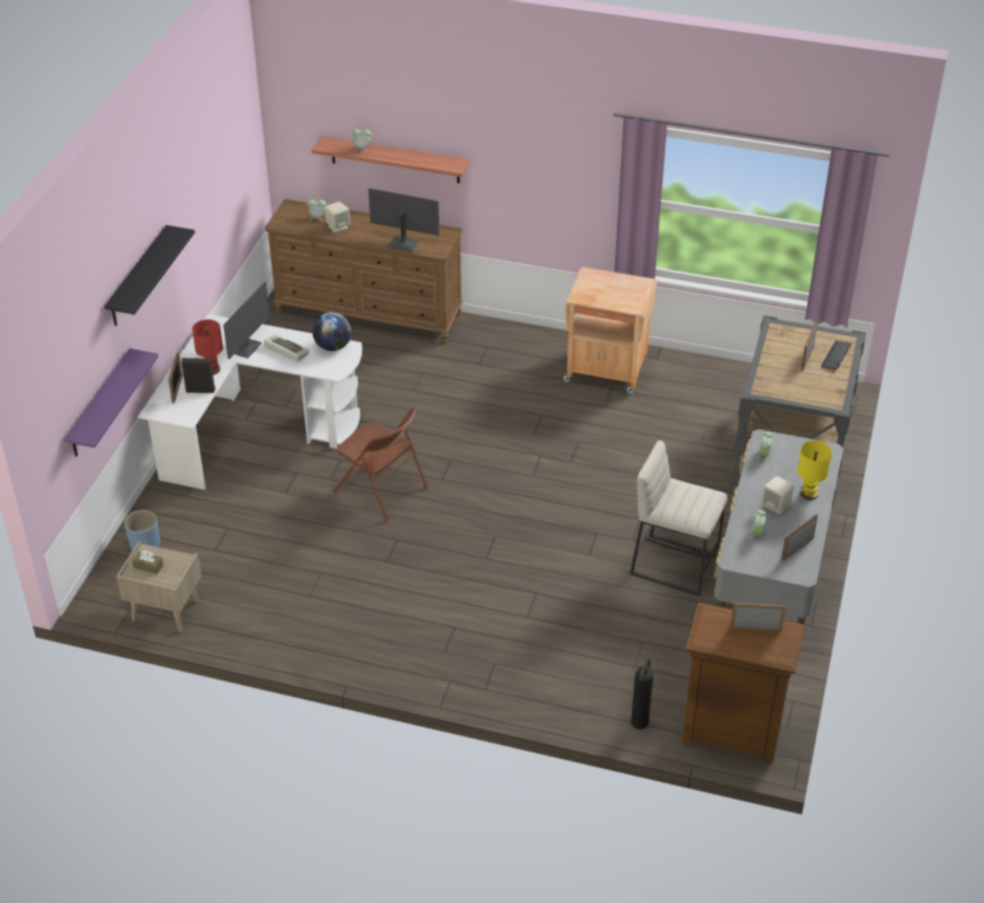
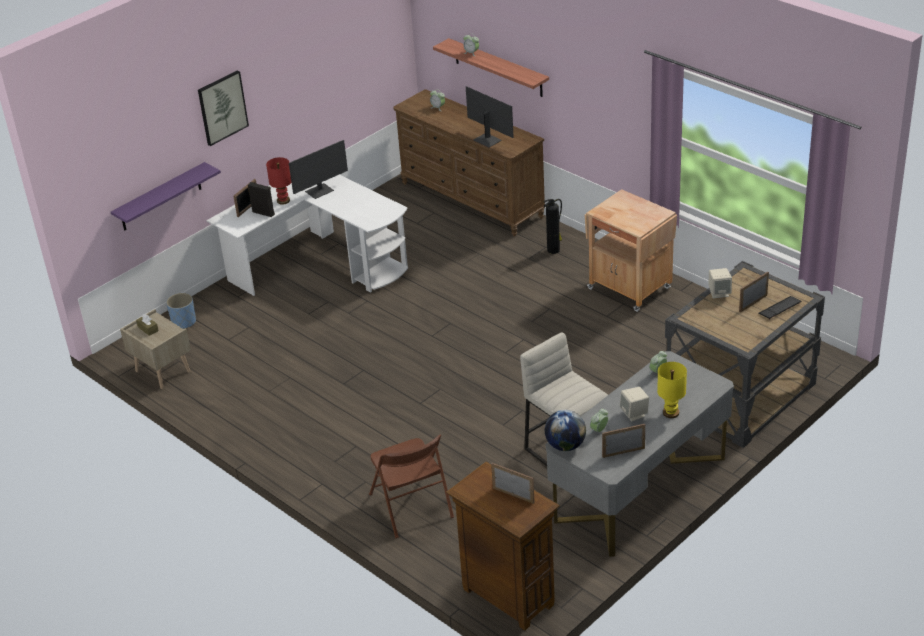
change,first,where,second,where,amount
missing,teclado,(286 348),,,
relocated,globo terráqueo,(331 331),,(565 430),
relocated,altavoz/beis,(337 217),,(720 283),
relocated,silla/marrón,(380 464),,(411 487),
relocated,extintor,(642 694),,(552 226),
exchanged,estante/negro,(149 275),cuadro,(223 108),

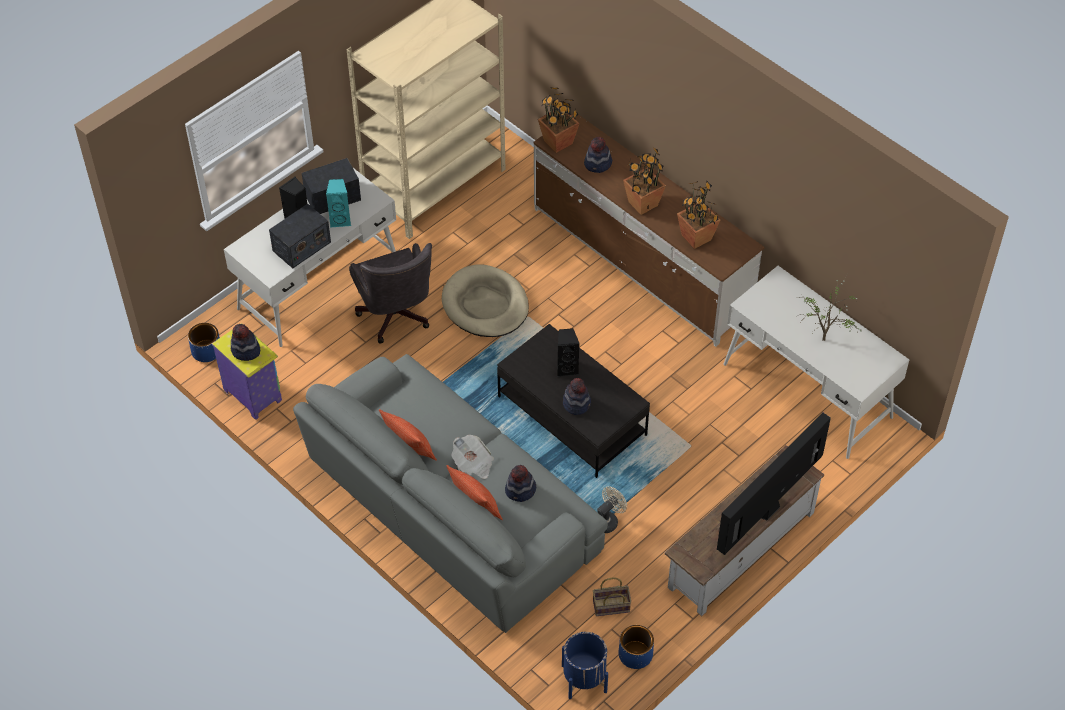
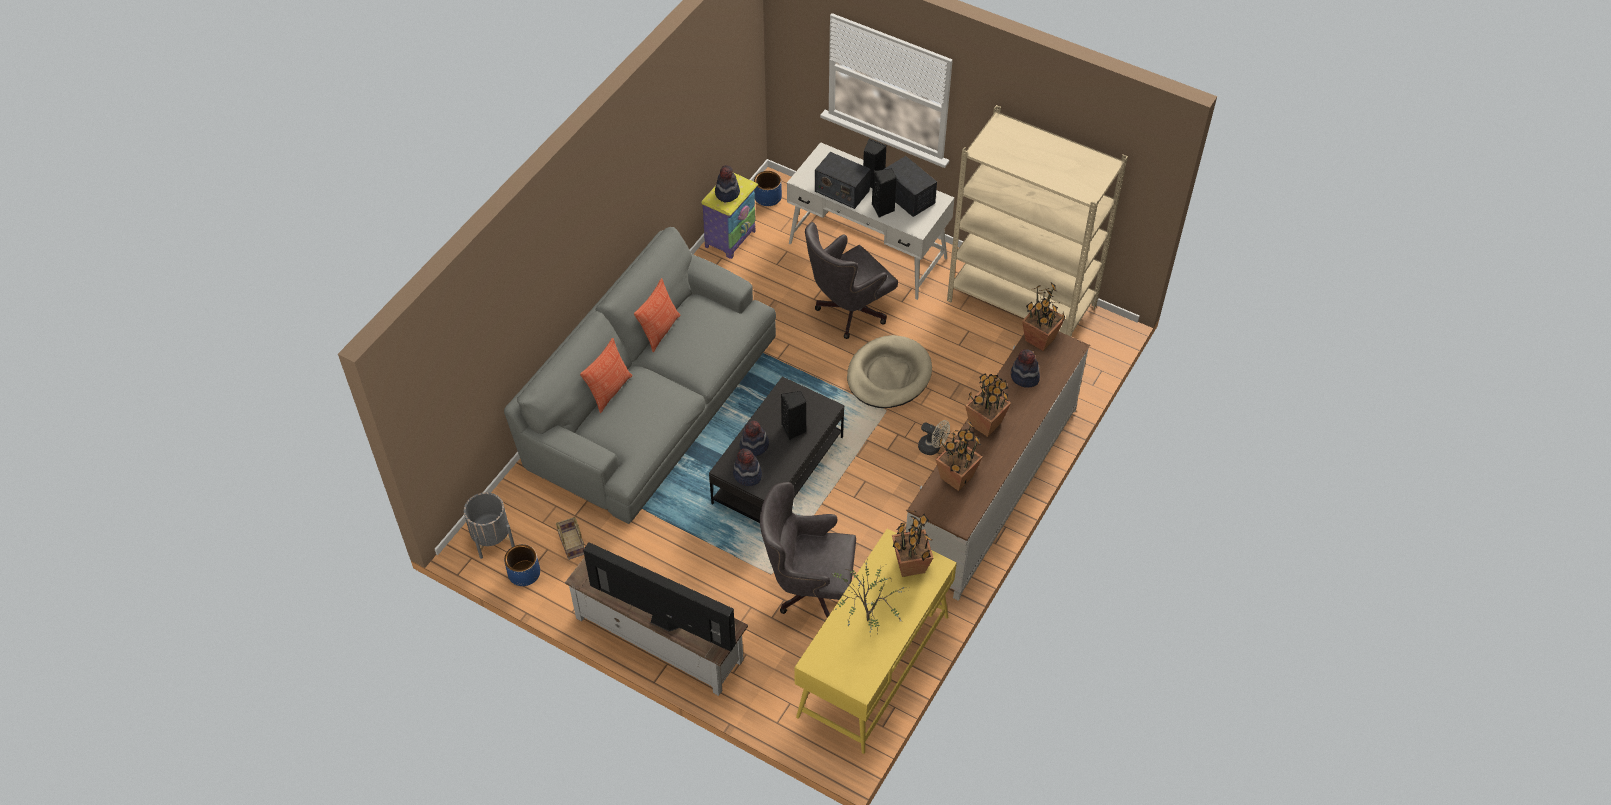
change,first,where,second,where,amount
missing,periódico,(472 457),,,
appeared,,,silla de oficina/gris,(808 551),
appeared,,,planta en maceta,(912 543),
relocated,sombrero,(520 483),,(747 467),
relocated,ventilador/beis,(612 509),,(934 437),
colour,altavoz/turquesa,(338 203),altavoz/negro,(884 193),
colour,maceta/azul,(585 665),maceta/gris,(489 525),
colour,escritorio/blanco,(816 362),escritorio/amarillo,(875 641),

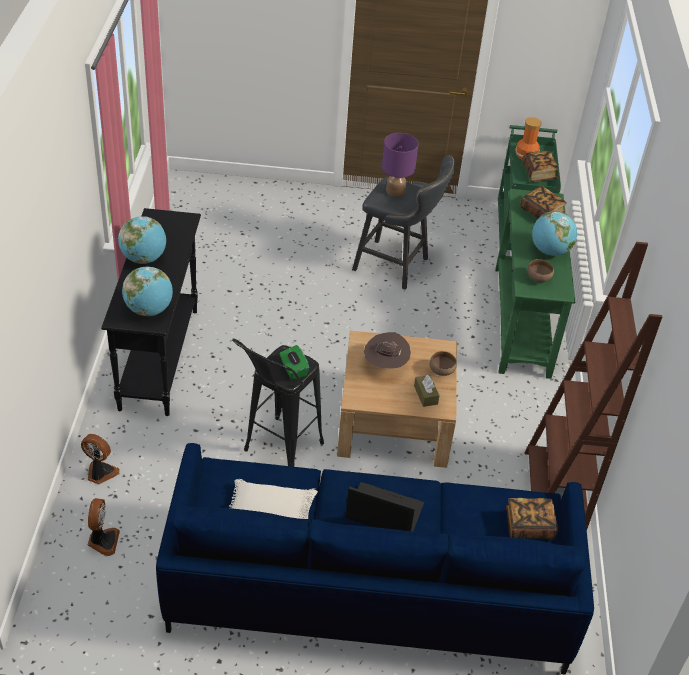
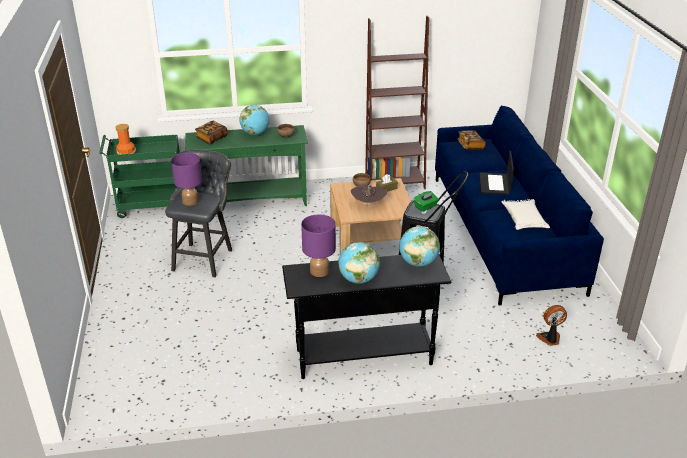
change,first,where,second,where,amount
missing,ventilador,(100 459),,,
missing,libro,(540 166),,,
appeared,,,lámpara de mesa/morado,(318 246),

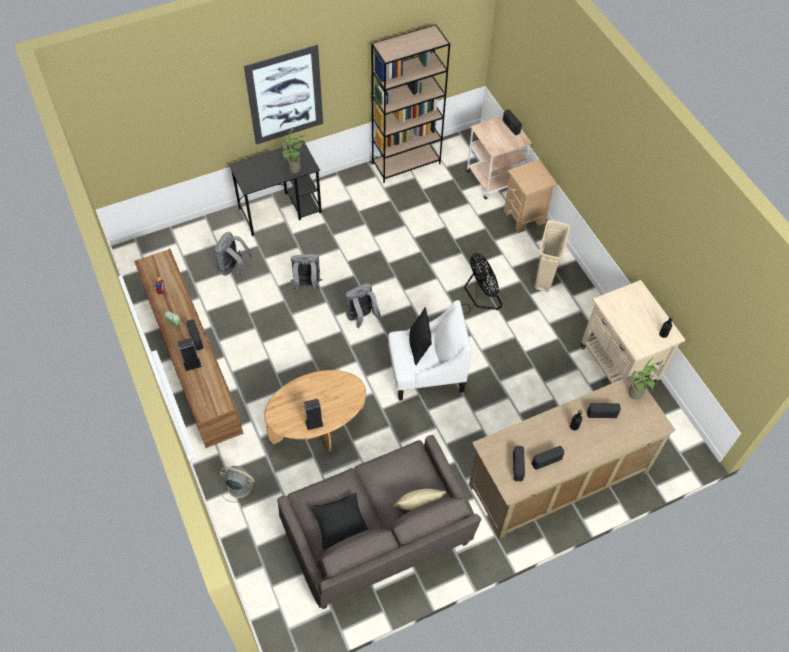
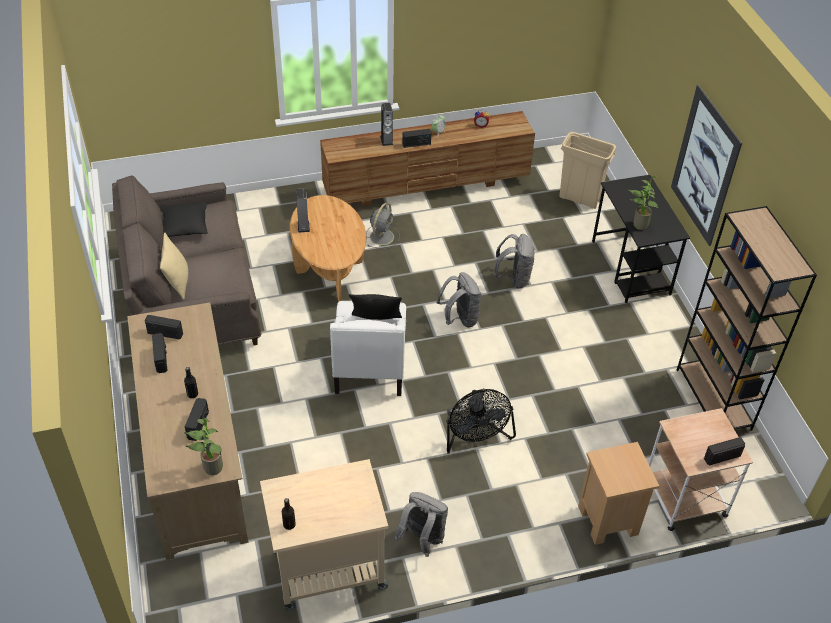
change,first,where,second,where,amount
relocated,mochila/gris,(233 253),,(421 524),
relocated,ventilador/gris,(238 484),,(383 226),
relocated,papelera/beis,(552 256),,(587 170),

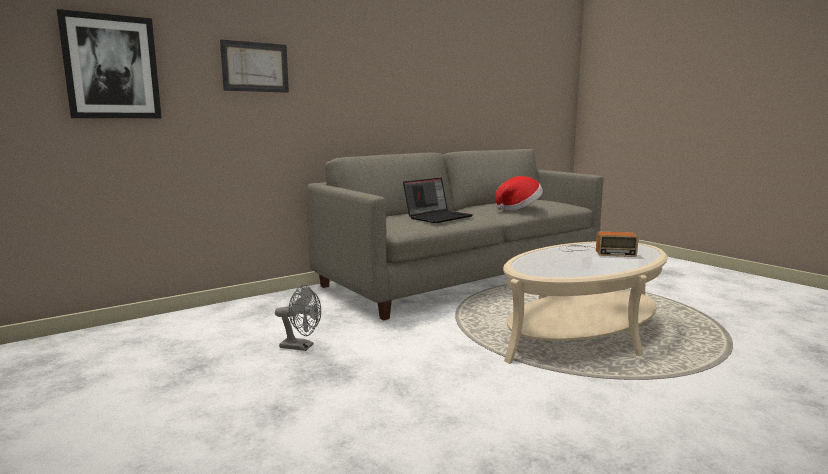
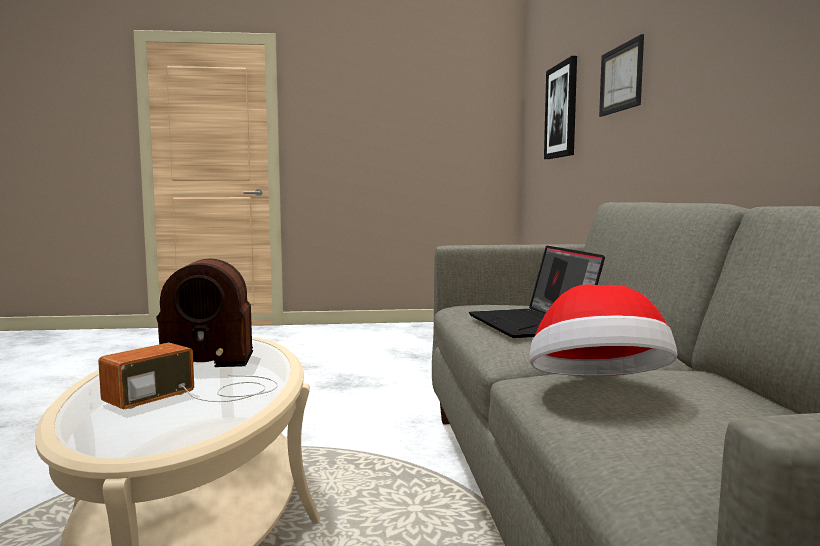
change,first,where,second,where,amount
missing,ventilador/gris,(298 318),,,
appeared,,,radio,(204 313),

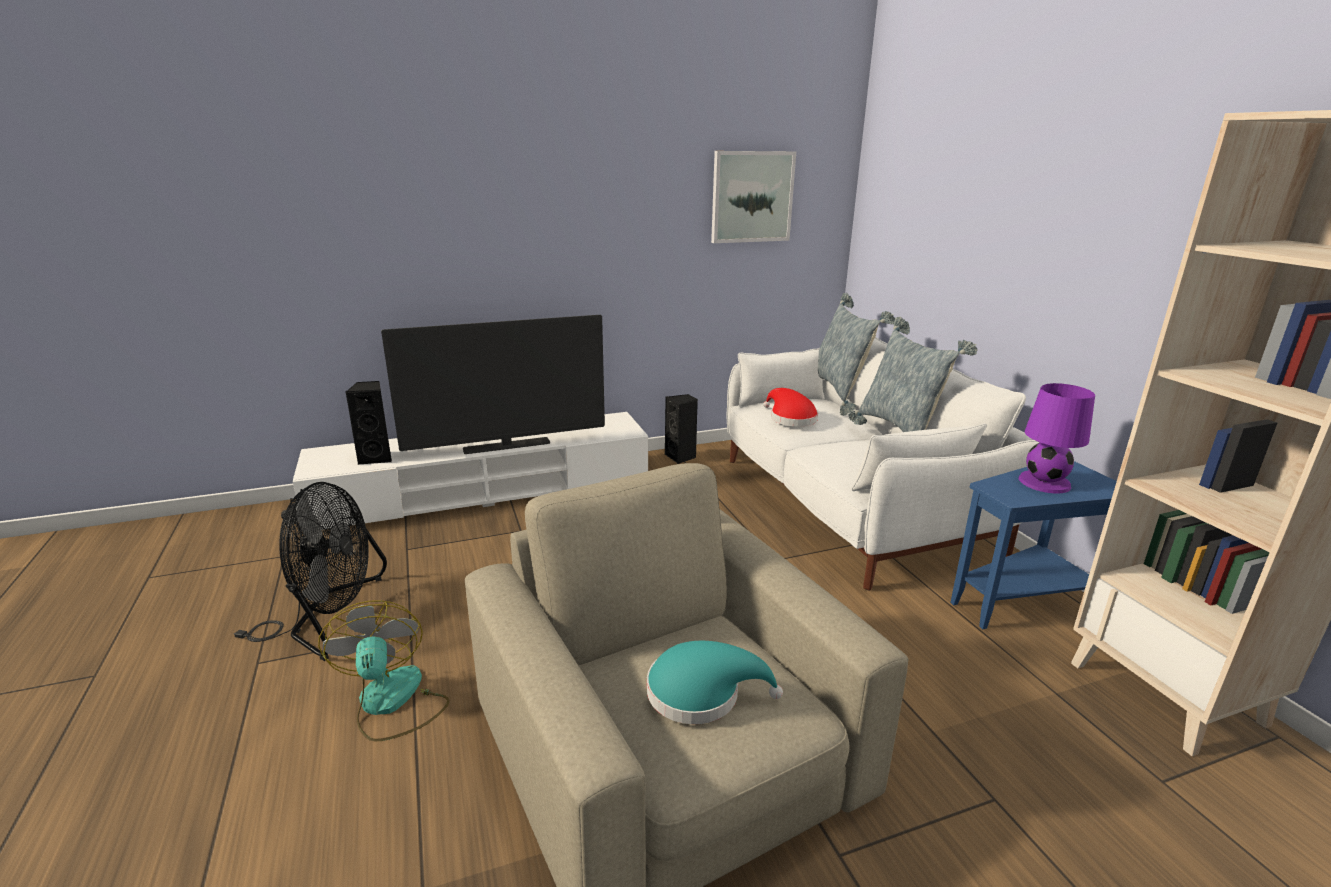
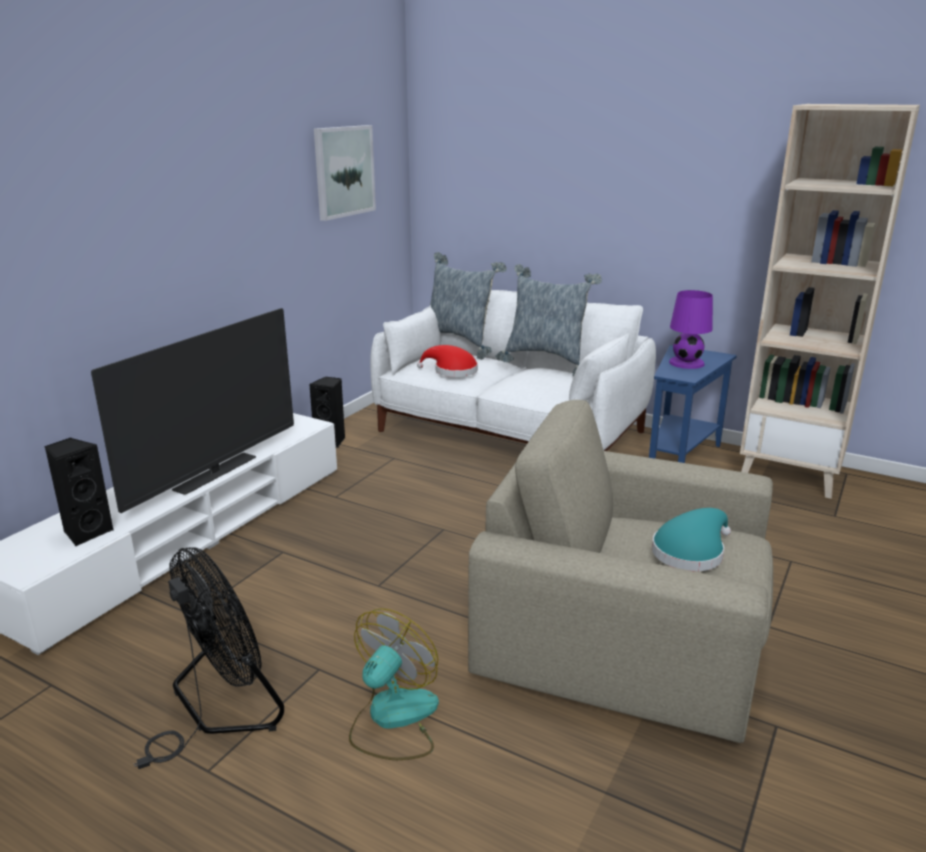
change,first,where,second,where,amount
spun,ventilador,(383 671),,(394 684),90 degrees clockwise

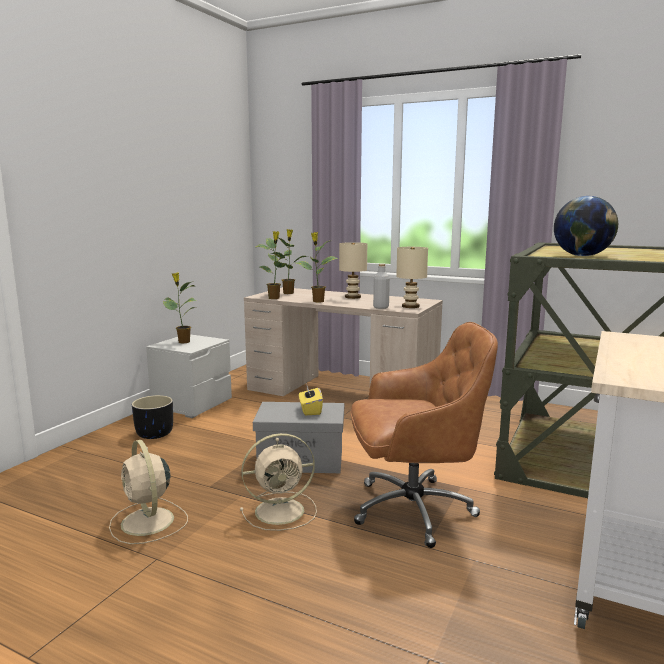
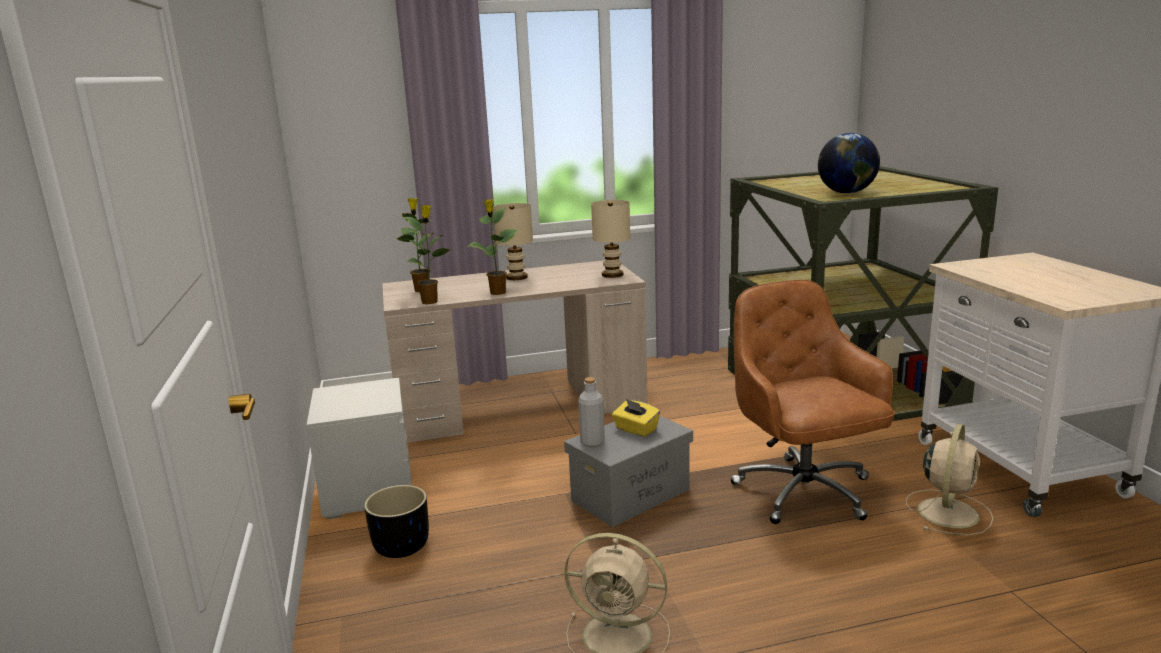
change,first,where,second,where,amount
missing,planta en maceta,(179 308),,,
relocated,ventilador/beis,(278 482),,(949 480),
relocated,botella/gris,(381 286),,(591 412),
spun,silla de oficina/marrón,(424 435),,(813 402),60 degrees counterclockwise

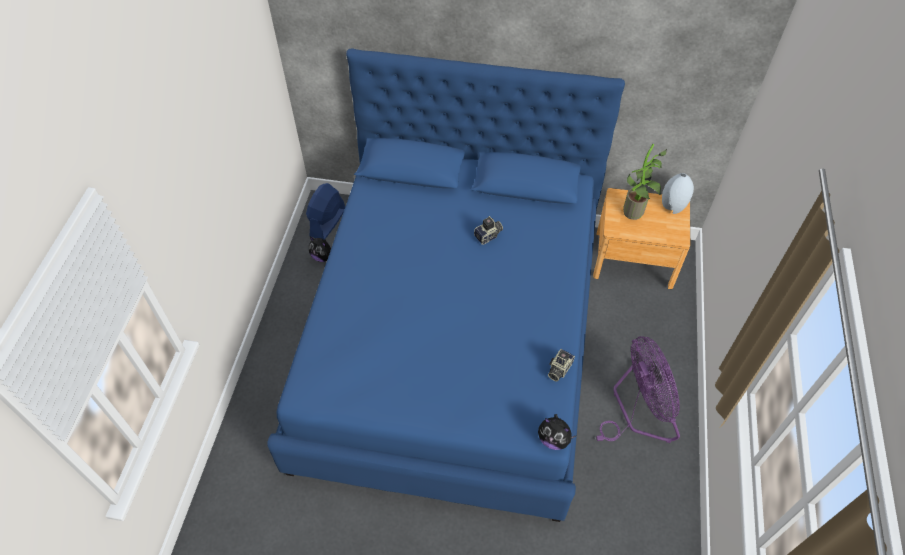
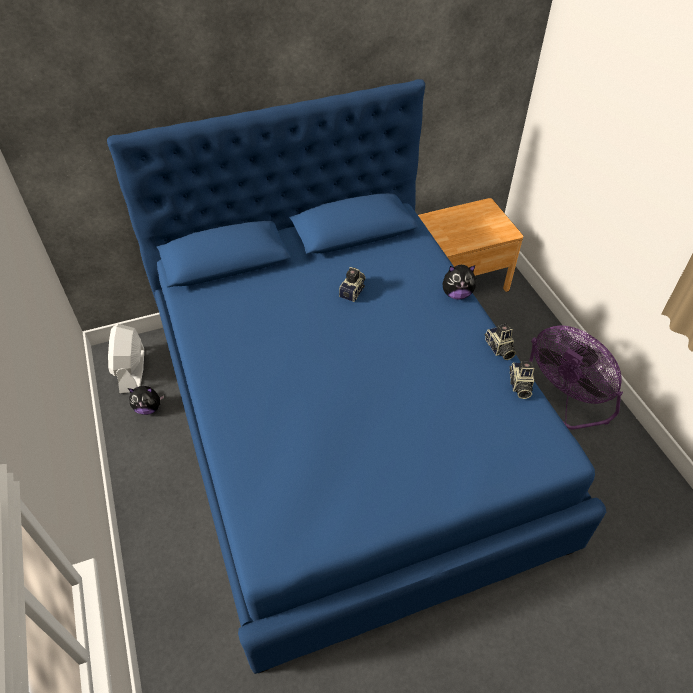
change,first,where,second,where,amount
missing,planta en maceta,(645 182),,,
missing,florero/gris,(678 193),,,
appeared,,,cámara,(500 342),
relocated,peluche,(557 432),,(459 282),
colour,ventilador/azul,(325 211),ventilador/blanco,(126 358),

